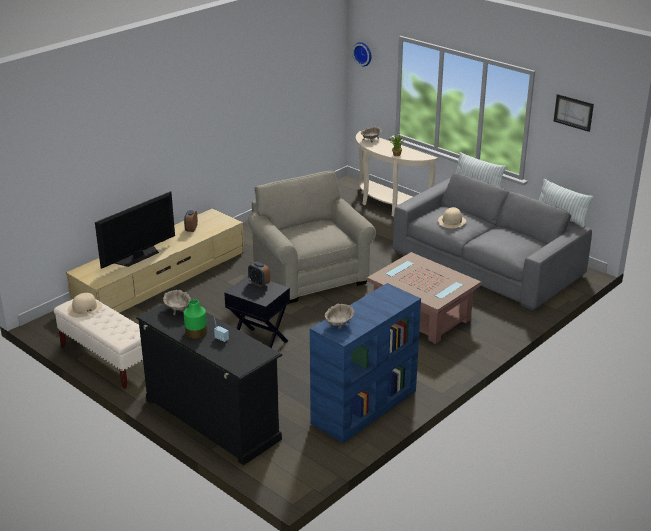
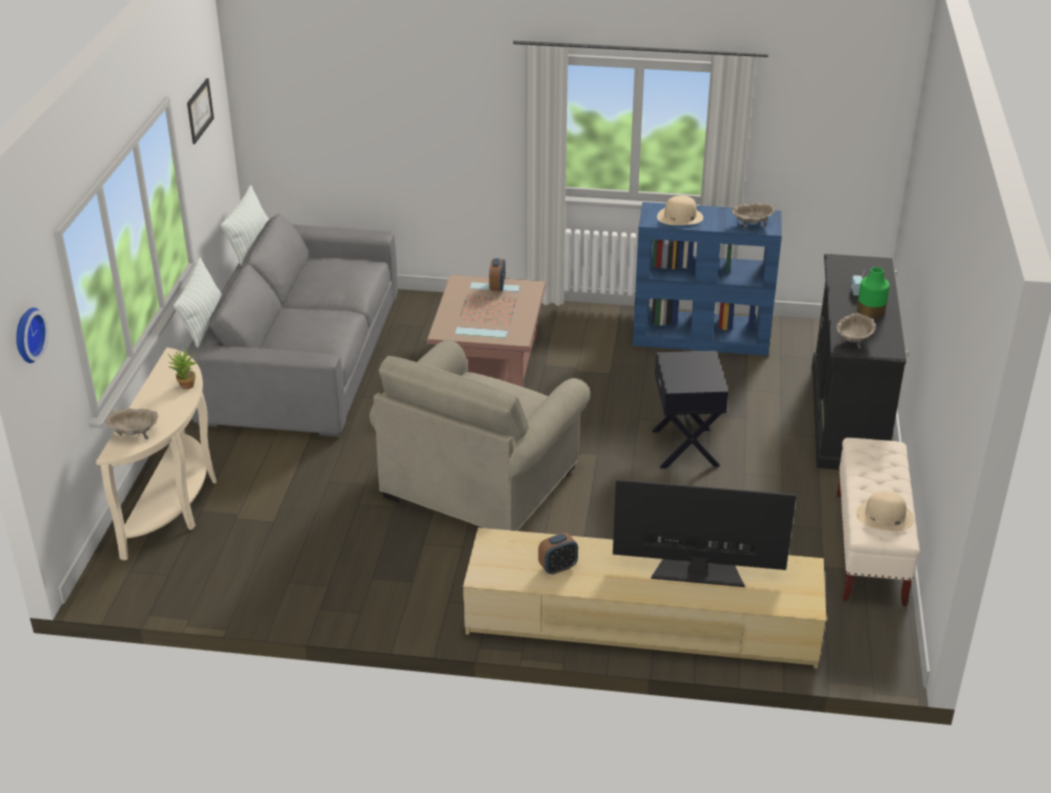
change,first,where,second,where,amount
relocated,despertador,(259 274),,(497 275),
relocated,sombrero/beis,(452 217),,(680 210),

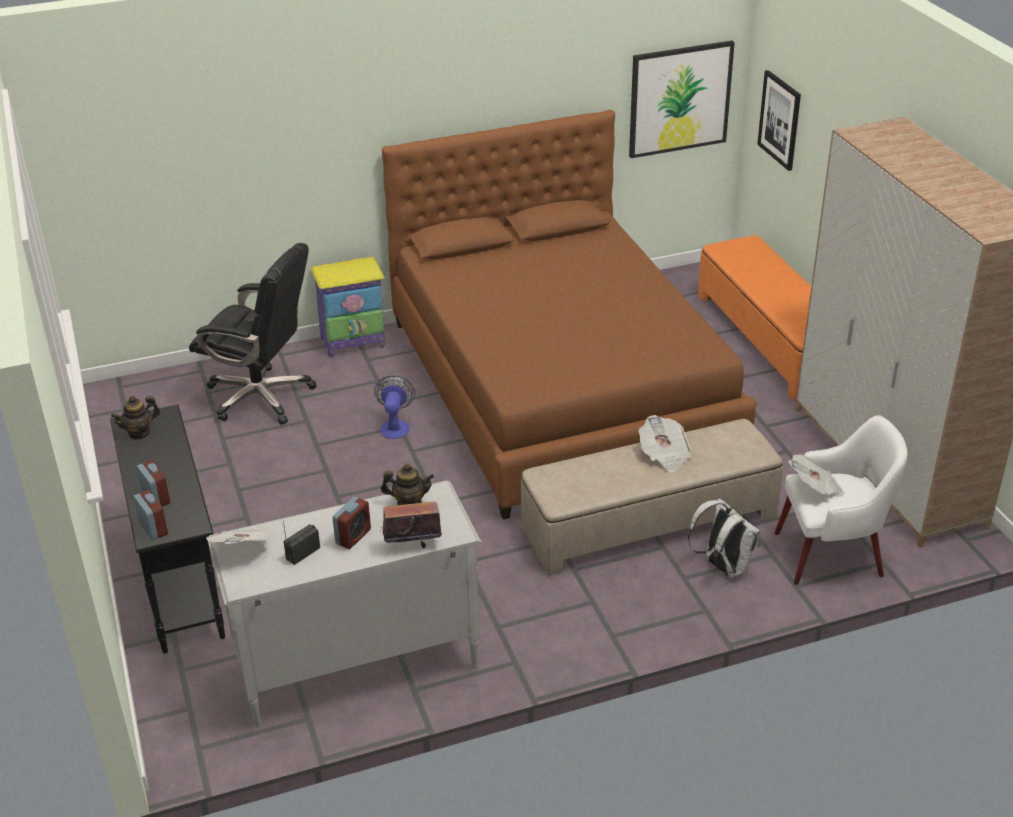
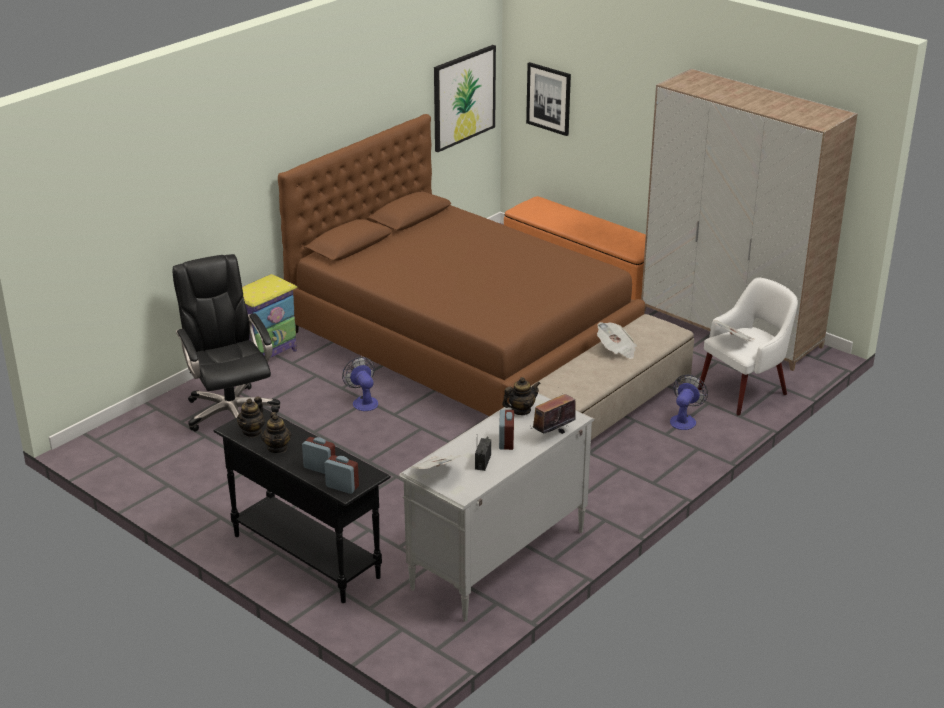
change,first,where,second,where,amount
appeared,,,tetera,(276 433),
exchanged,mochila/blanco,(724 538),ventilador,(689 402),
spun,silla de oficina/negro,(253 334),,(226 343),105 degrees counterclockwise

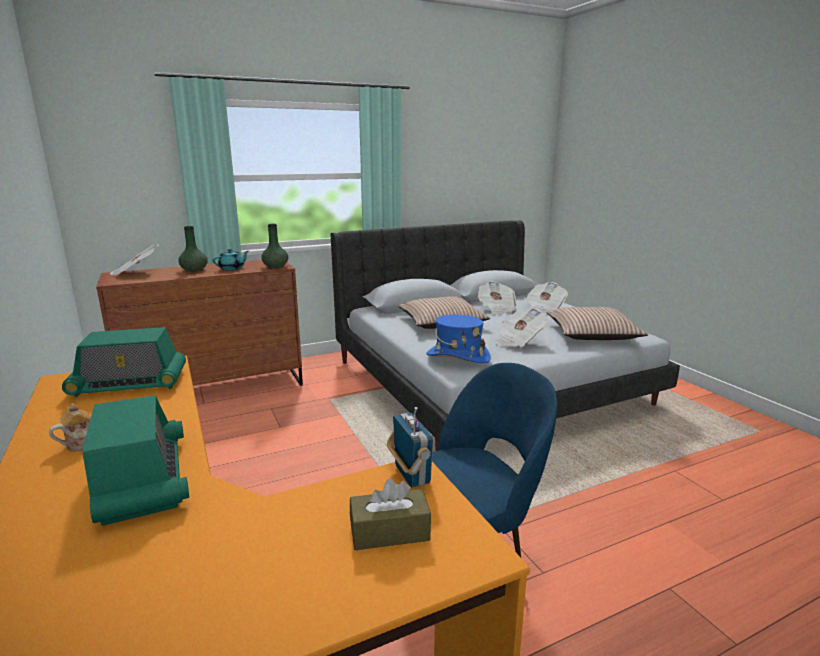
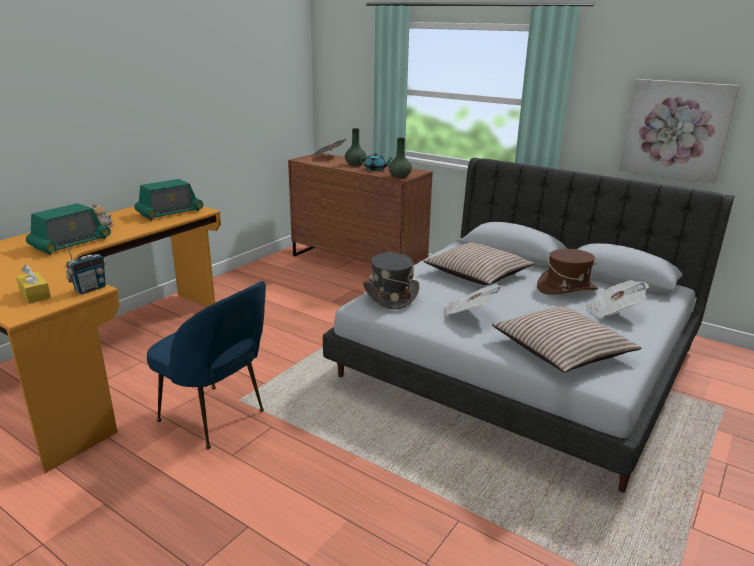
change,first,where,second,where,amount
appeared,,,cuadro,(679 131),
exchanged,periódico,(497 298),sombrero/marrón,(567 272),
colour,caja de pañuelos/marrón,(390 514),caja de pañuelos/amarillo,(33 284),
colour,sombrero/azul,(458 339),sombrero/gris,(391 281),
spun,radio,(124 362),,(168 199),90 degrees counterclockwise

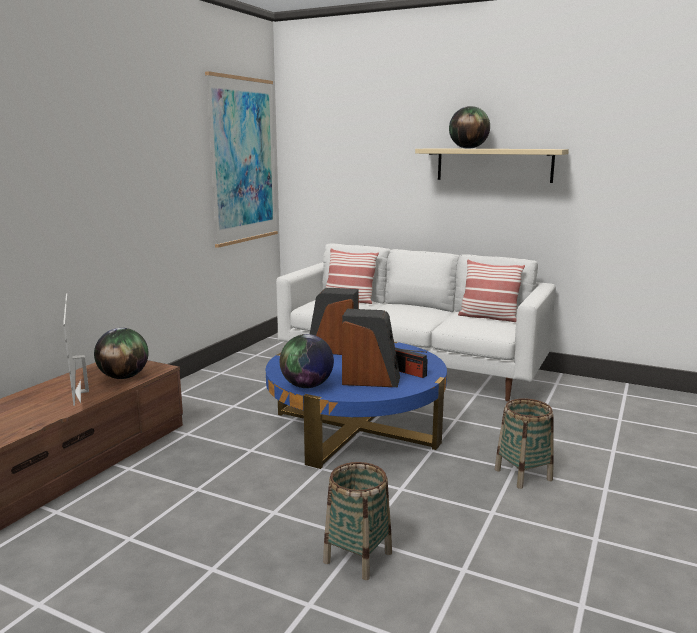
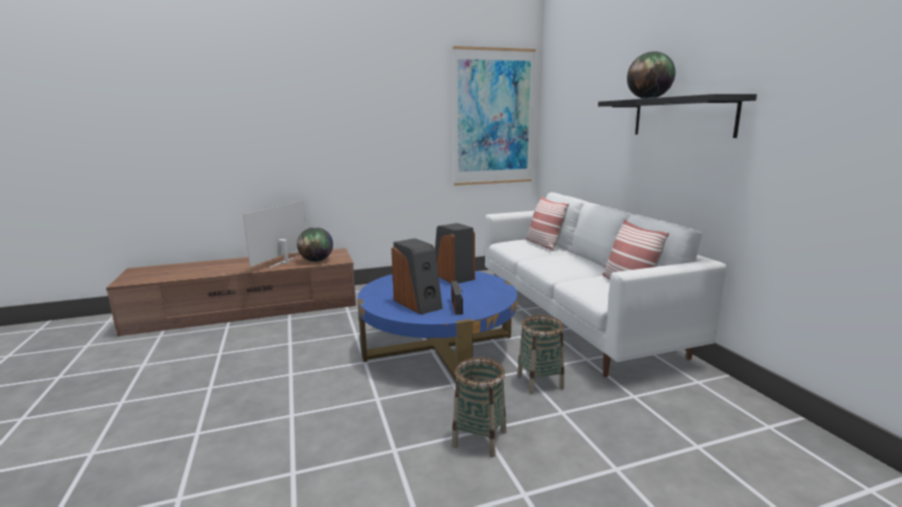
change,first,where,second,where,amount
missing,globo terráqueo,(307 361),,,
relocated,cesta,(357 521),,(540 354),
colour,estante/beis,(492 165),estante/negro,(677 116),

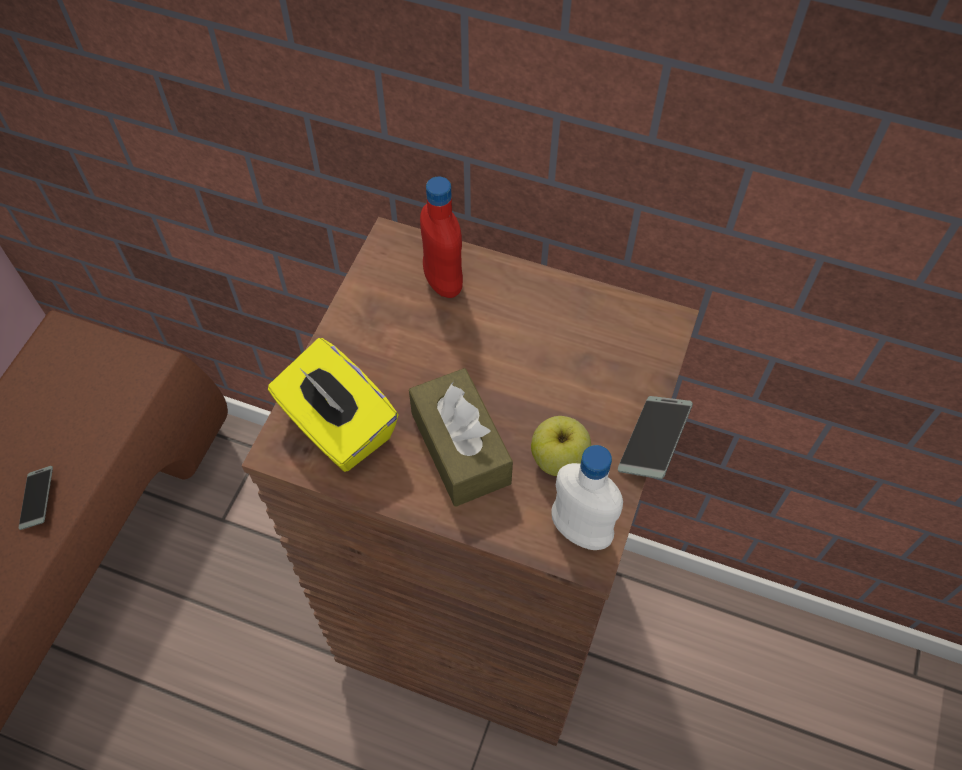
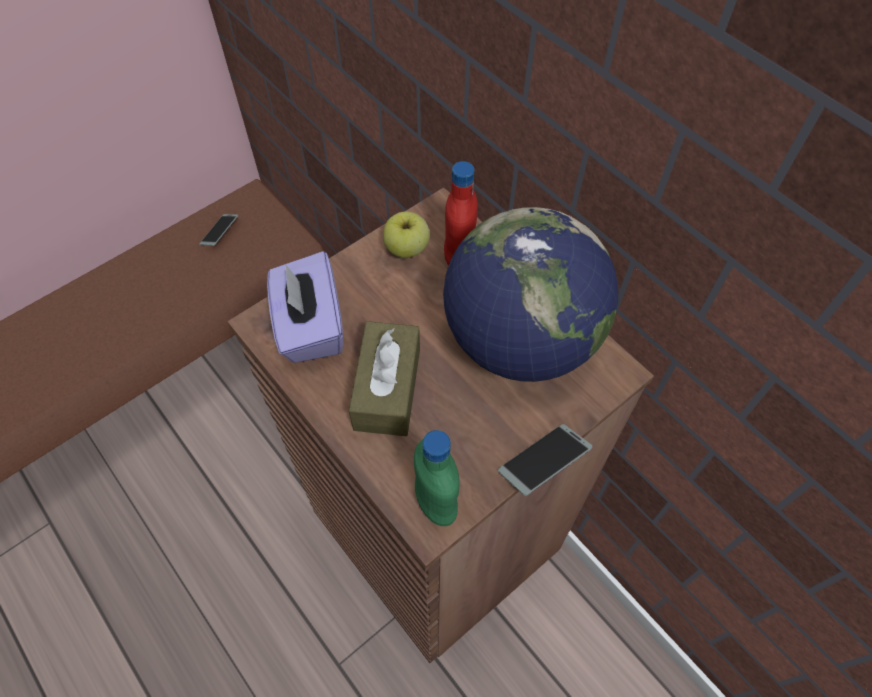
change,first,where,second,where,amount
appeared,,,globo terráqueo,(530 294),
relocated,móvil,(36 498),,(219 230),
relocated,manzana,(561 446),,(406 234),
colour,caja de pañuelos/amarillo,(333 405),caja de pañuelos/morado,(305 307),
colour,botella/blanco,(587 497),botella/verde,(437 478),

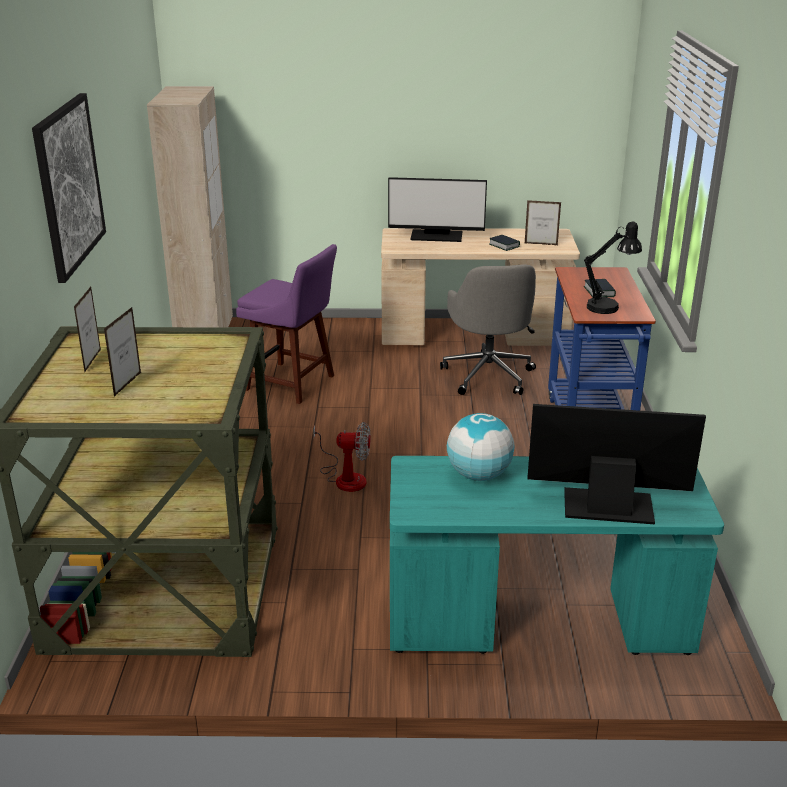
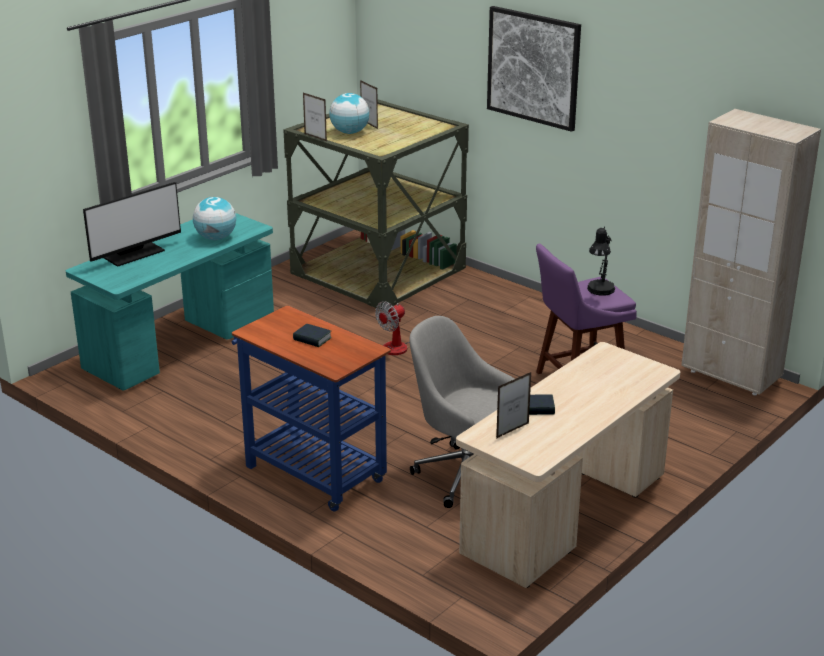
change,first,where,second,where,amount
missing,monitor,(437 209),,,
appeared,,,globo terráqueo,(349 113),
relocated,portarretratos,(87 329),,(315 117),
relocated,lámpara de mesa/negro,(613 267),,(601 261),

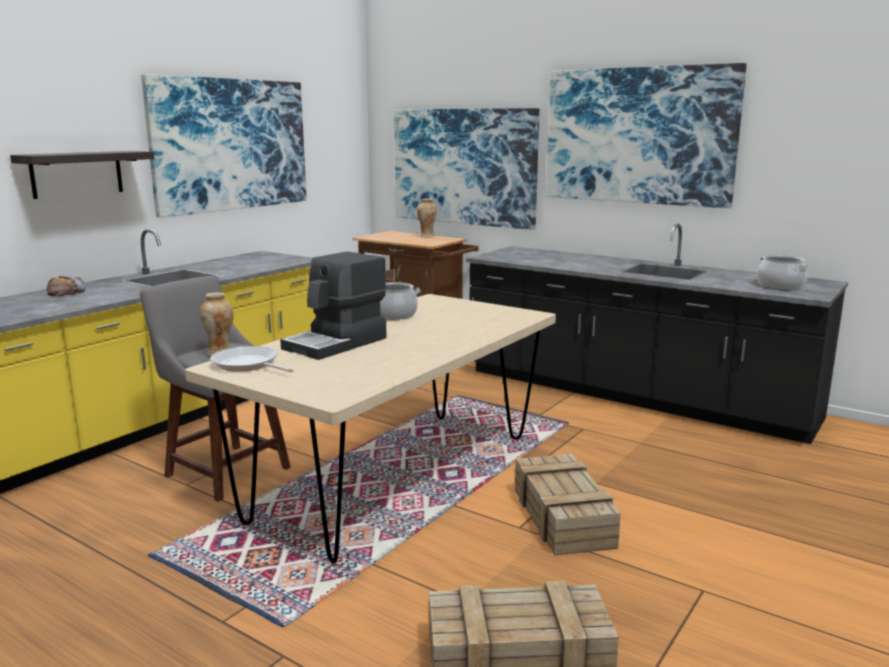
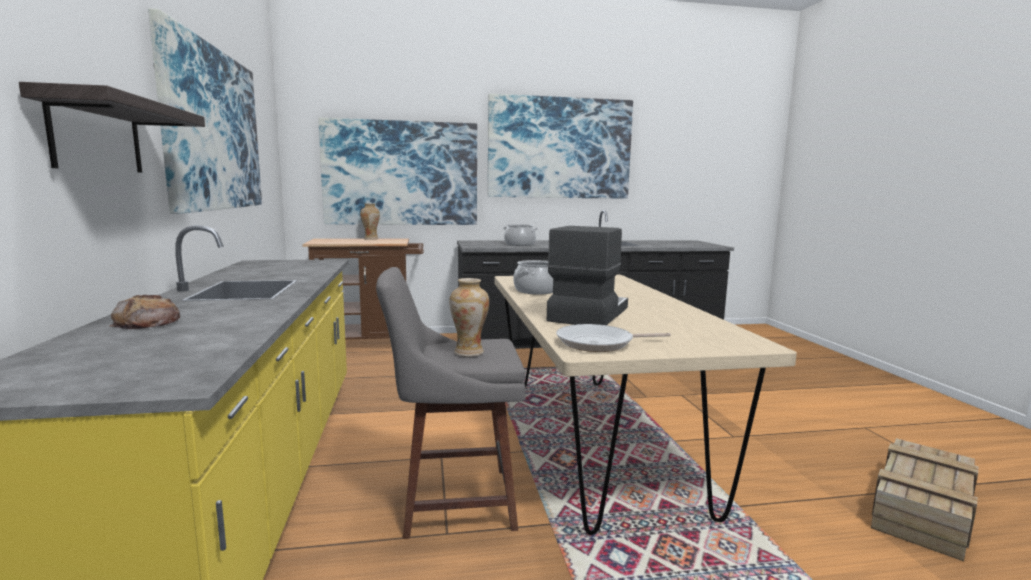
change,first,where,second,where,amount
missing,caja de embalaje,(568 505),,,
relocated,olla,(783 272),,(520 235),
spun,cafetera,(333 305),,(587 275),150 degrees counterclockwise

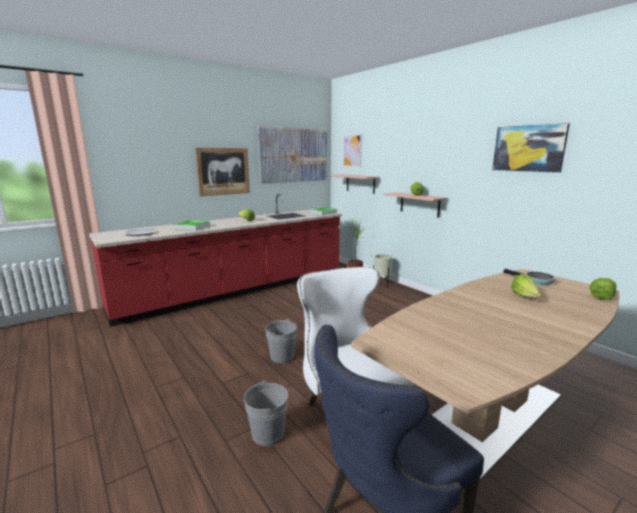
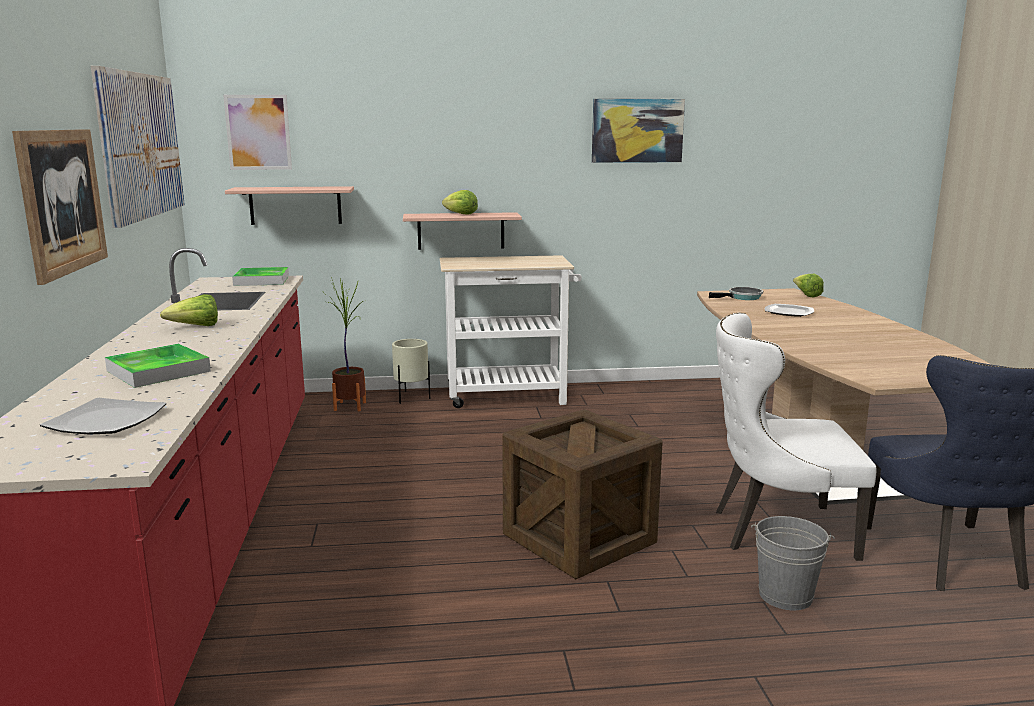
change,first,where,second,where,amount
appeared,,,carrito/blanco,(511 331),
exchanged,cubo/gris,(281 341),caja de embalaje,(582 494),
exchanged,lechuga,(526 285),plato,(789 310),

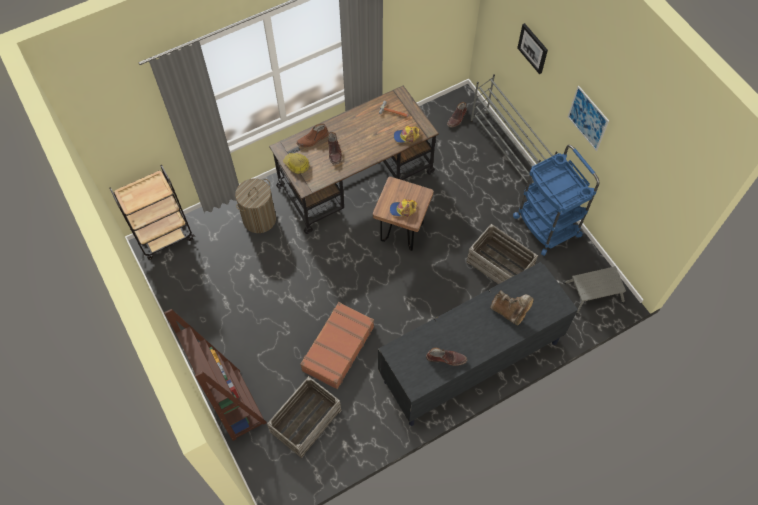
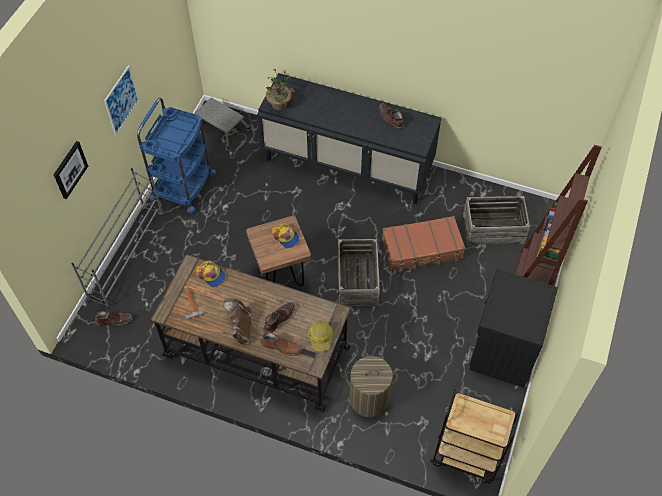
change,first,where,second,where,amount
appeared,,,planta en maceta,(280 89),
appeared,,,lavadora/negro,(513 328),
relocated,caja de embalaje,(502 254),,(358 272),
relocated,bota/marrón,(512 307),,(237 321),

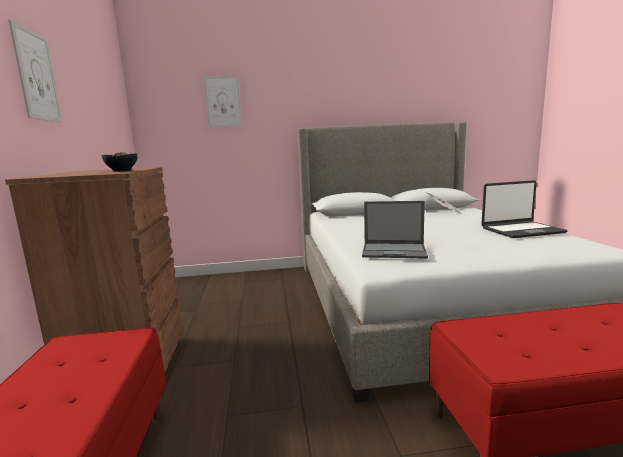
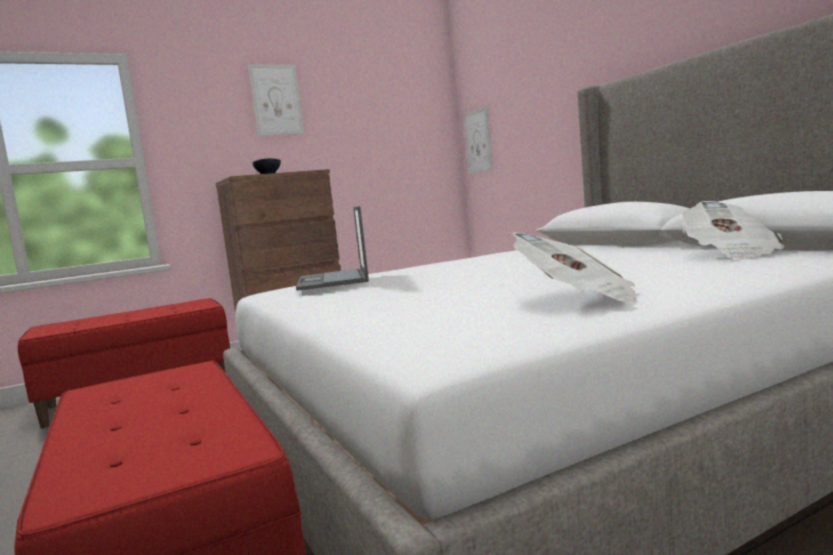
change,first,where,second,where,amount
relocated,cuadro,(222 101),,(478 140),
exchanged,portátil,(524 209),periódico,(575 268),

